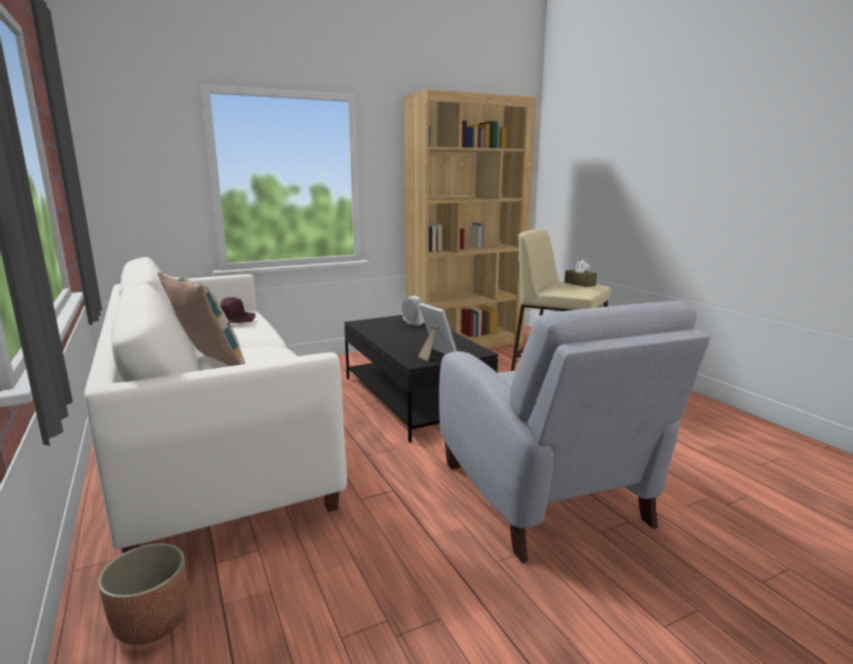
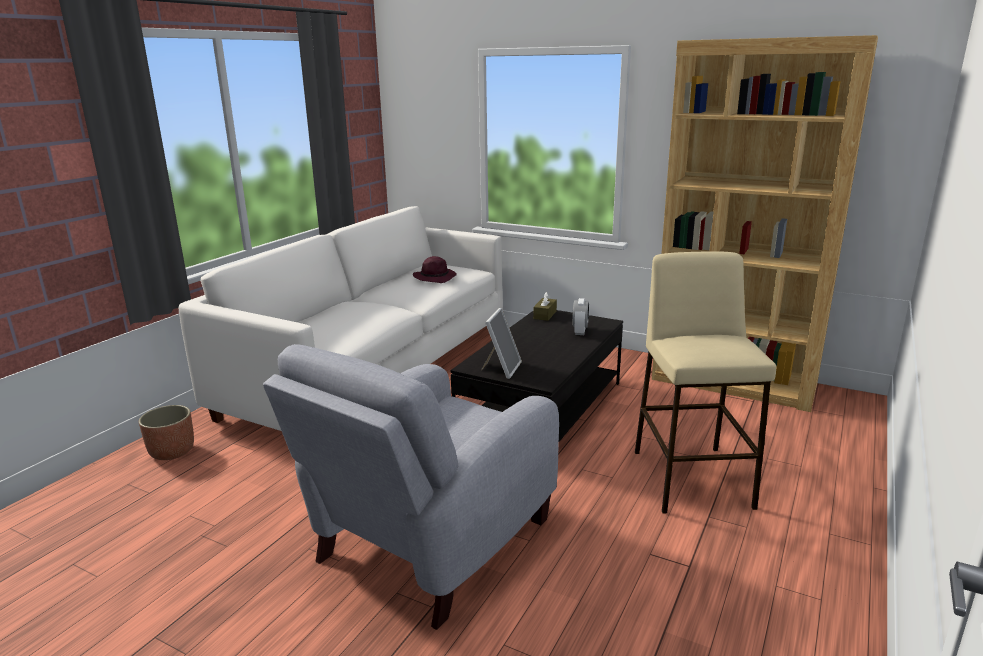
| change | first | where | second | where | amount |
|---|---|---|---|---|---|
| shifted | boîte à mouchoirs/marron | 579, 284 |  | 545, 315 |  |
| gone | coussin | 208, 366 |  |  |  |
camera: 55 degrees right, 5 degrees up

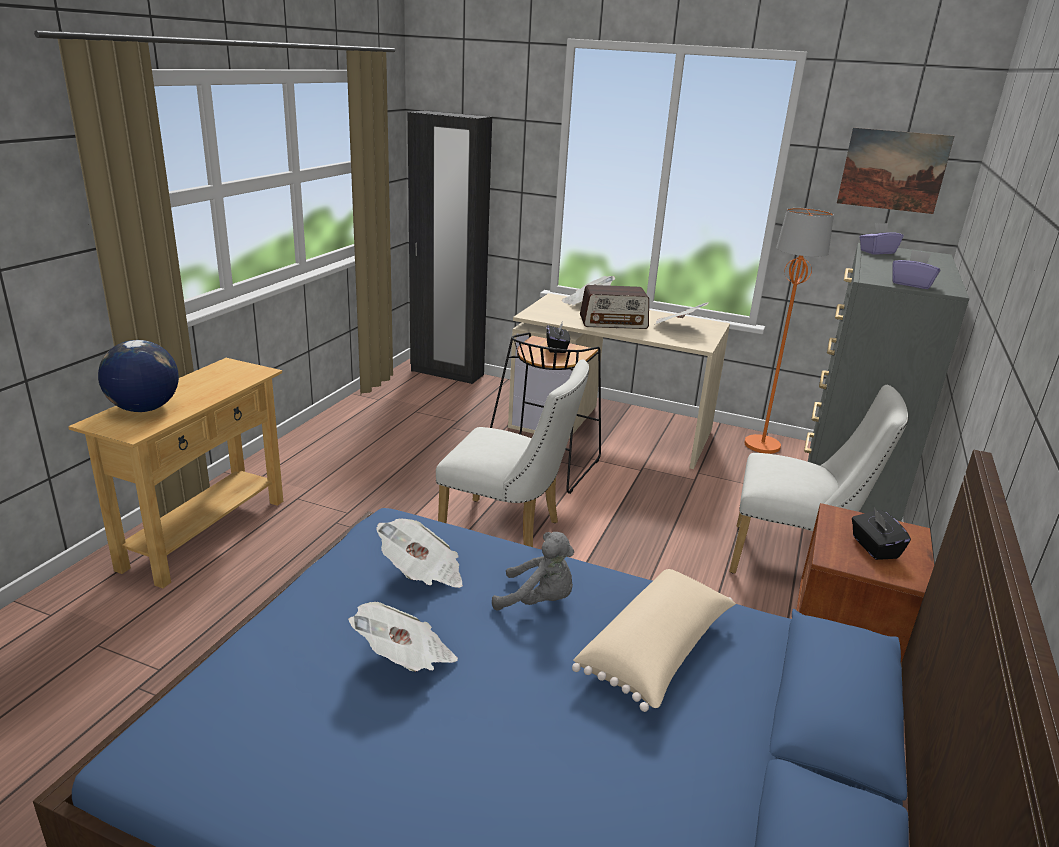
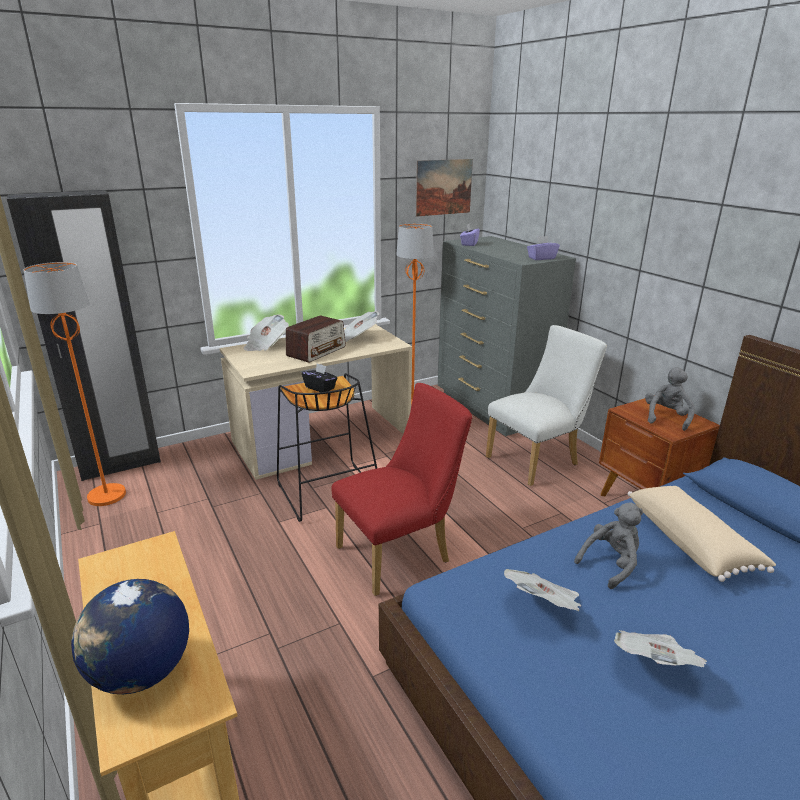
| change | first | where | second | where | amount |
|---|---|---|---|---|---|
| new |  |  | lampadaire/orange | 107, 496 |  |
| repainted | chaise/blanc | 509, 533 | chaise/rouge | 400, 552 |  |
| swapped | boîte à mouchoirs/noir | 874, 547 | peluche/gris | 666, 418 |  |
camera: 50 degrees left, 0 degrees up

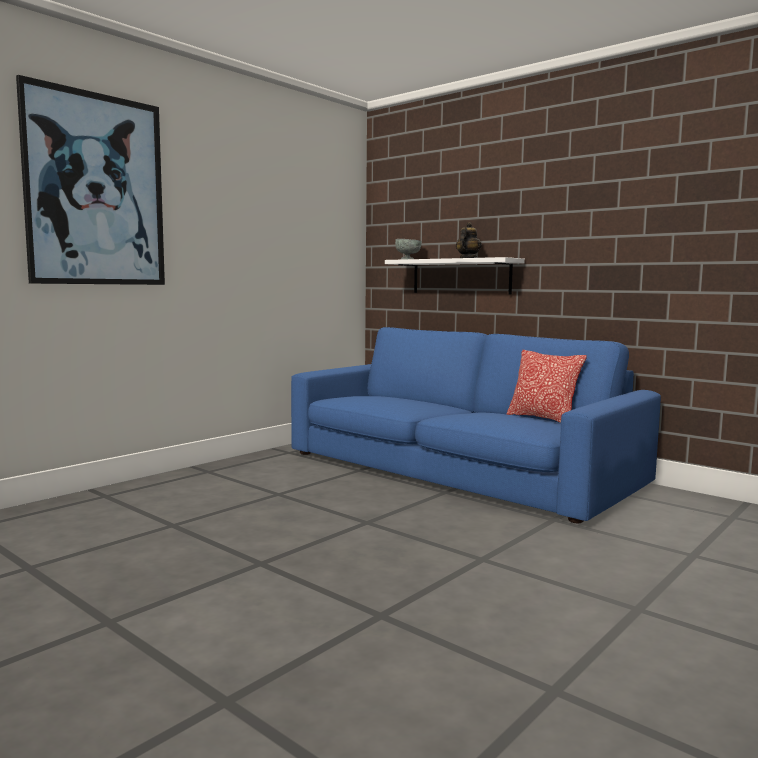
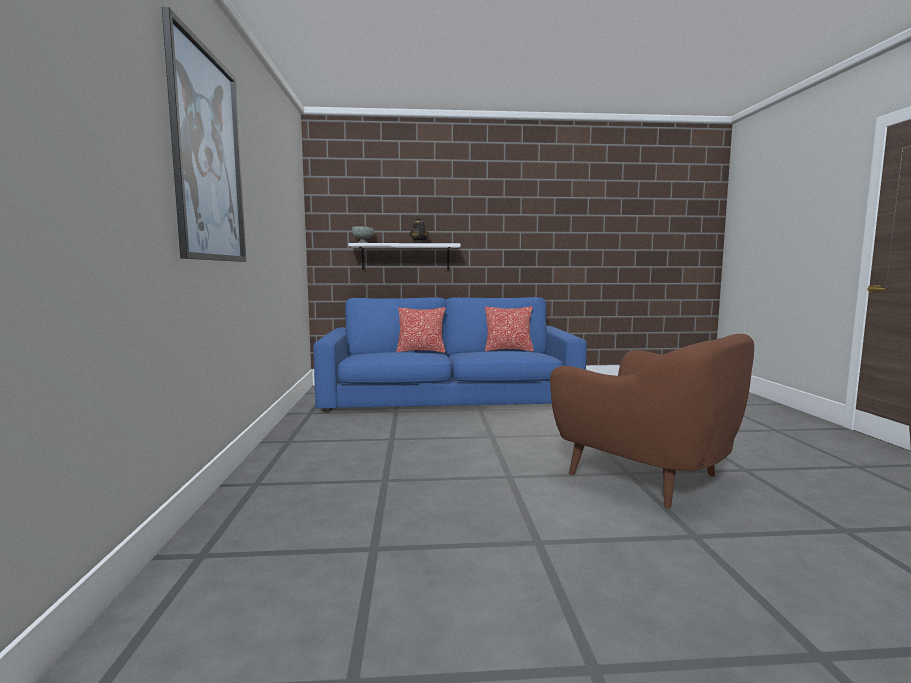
| change | first | where | second | where | amount |
|---|---|---|---|---|---|
| new |  |  | coussin | 421, 351 |  |
| new |  |  | fauteuil/marron | 646, 476 |  |
camera: 45 degrees left, 0 degrees up

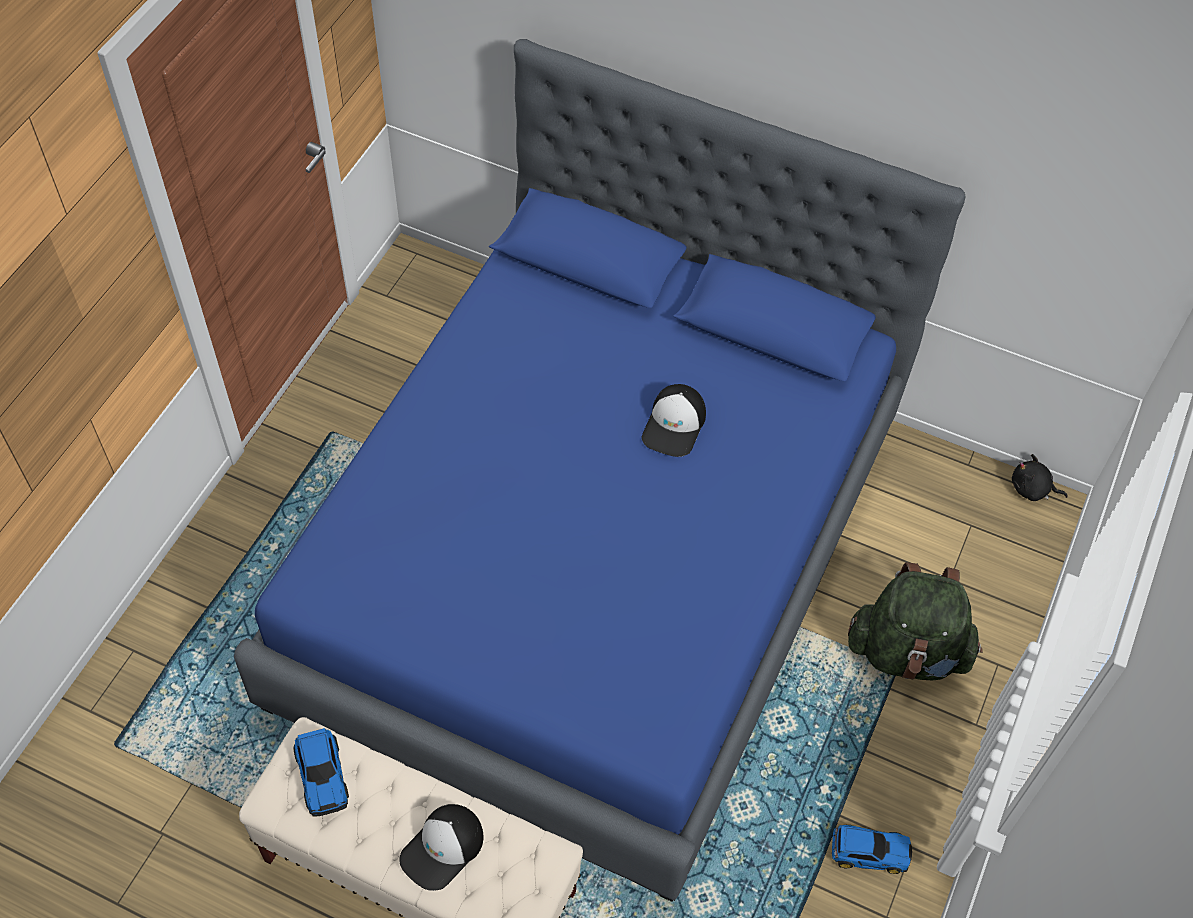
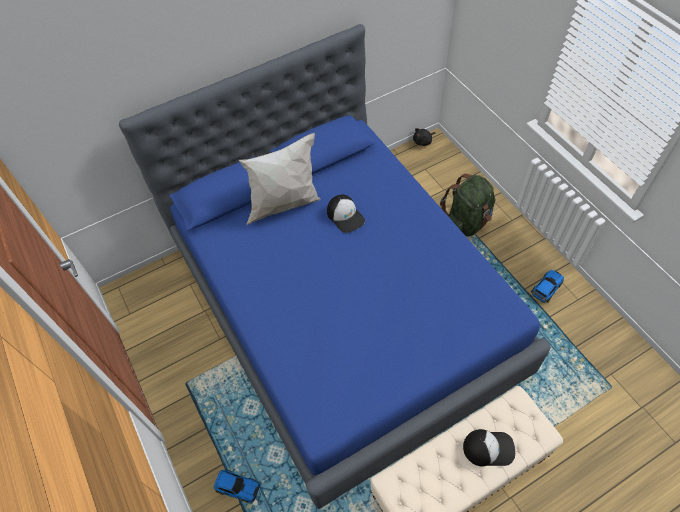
| change | first | where | second | where | amount |
|---|---|---|---|---|---|
| shifted | petite voiture | 322, 774 |  | 236, 486 |  |
| new |  |  | coussin/blanc | 285, 204 |  |
| rotated | casquette | 443, 849 |  | 488, 448 | 75 degrees counterclockwise |
camera: 50 degrees left, 0 degrees up

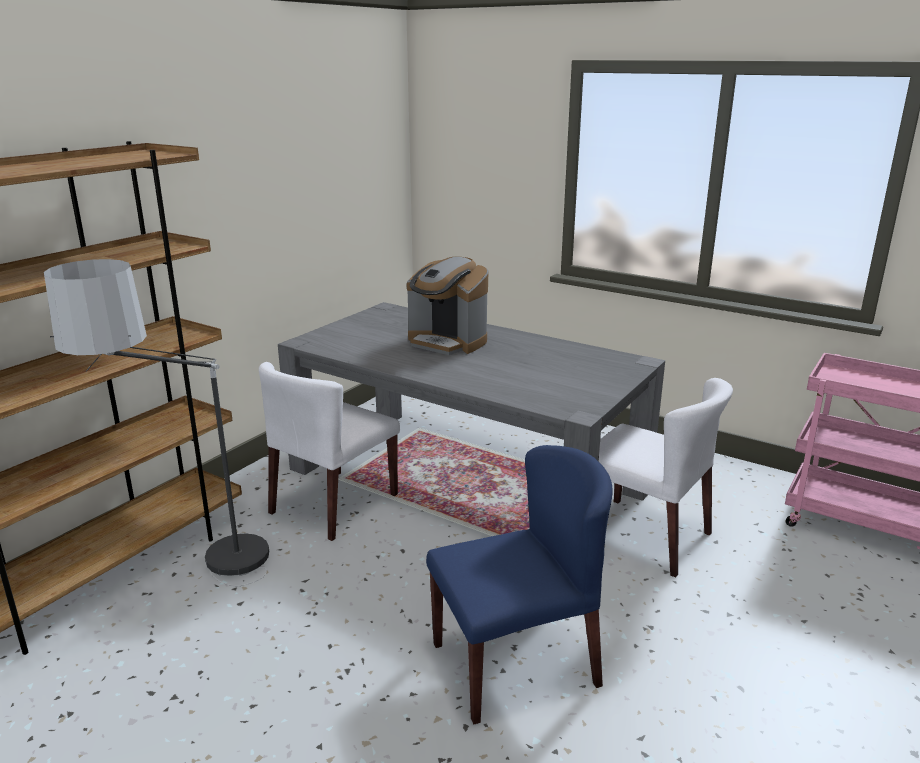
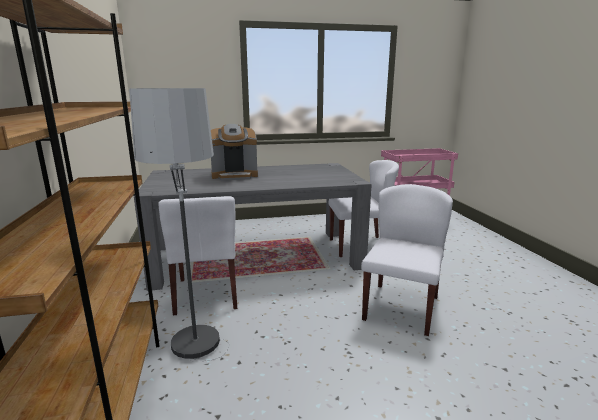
| change | first | where | second | where | amount |
|---|---|---|---|---|---|
| repainted | chaise/bleu | 516, 663 | chaise/blanc | 401, 307 |  |
camera: 45 degrees left, 5 degrees down

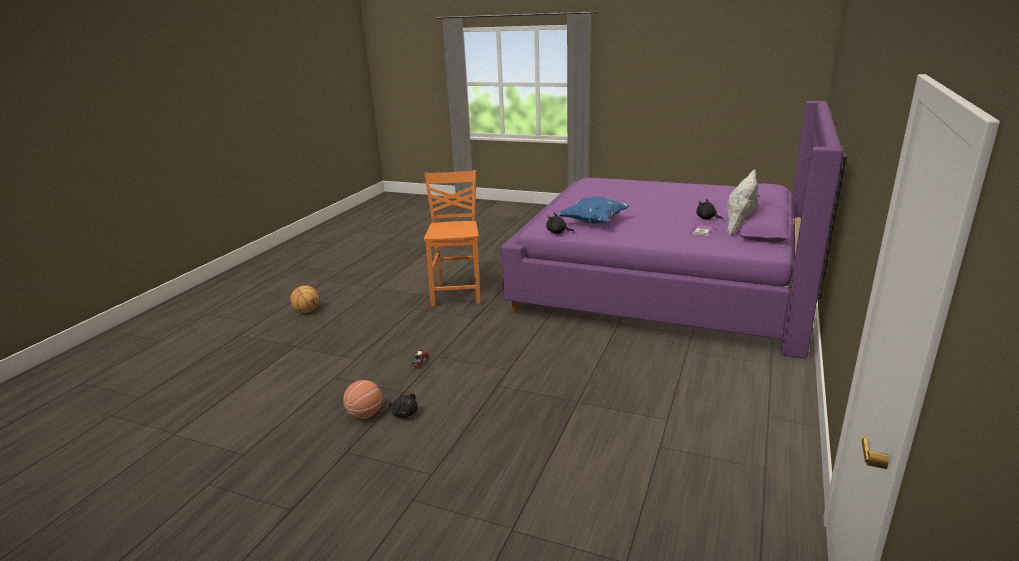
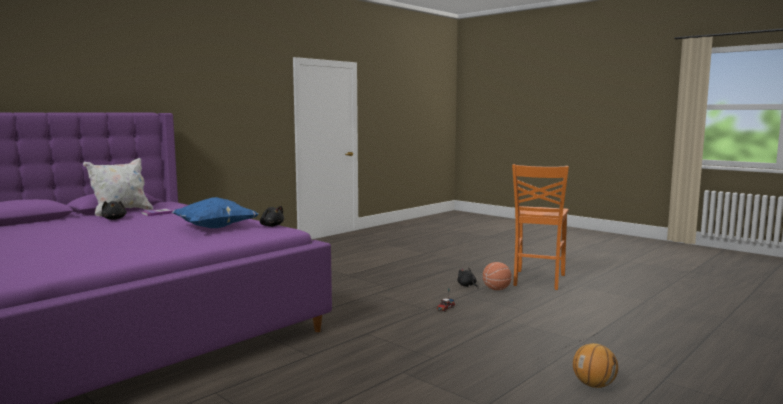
| change | first | where | second | where | amount |
|---|---|---|---|---|---|
| shifted | chaise/orange | 458, 293 |  | 537, 280 |  |
camera: 160 degrees left, 15 degrees down

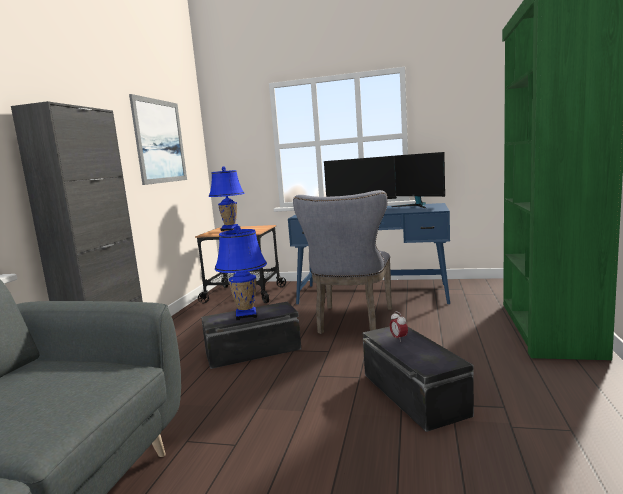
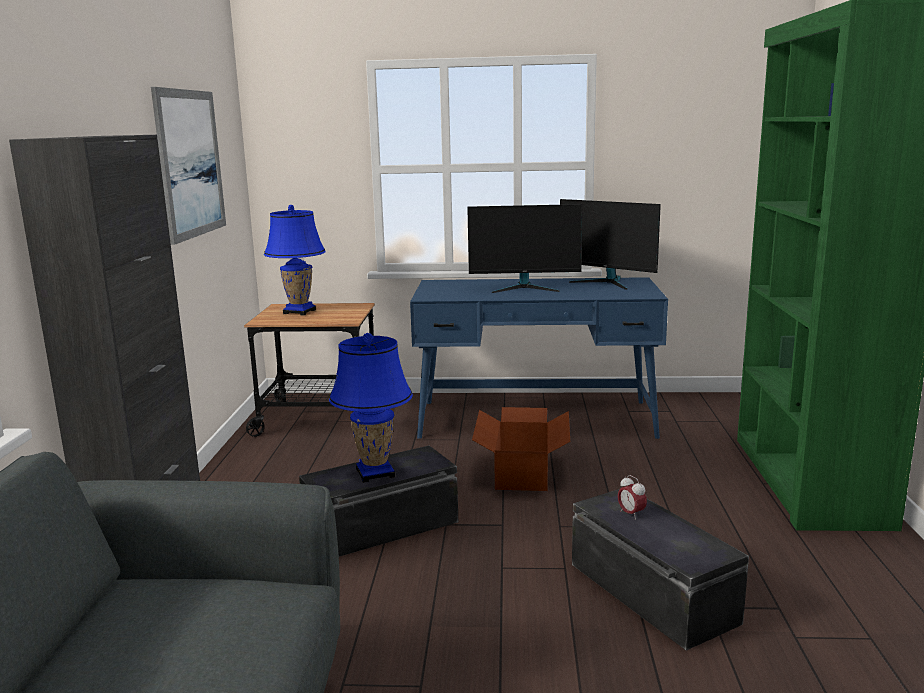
| change | first | where | second | where | amount |
|---|---|---|---|---|---|
| swapped | chaise/gris | 352, 322 | carton | 521, 472 |  |
camera: 10 degrees left, 5 degrees up

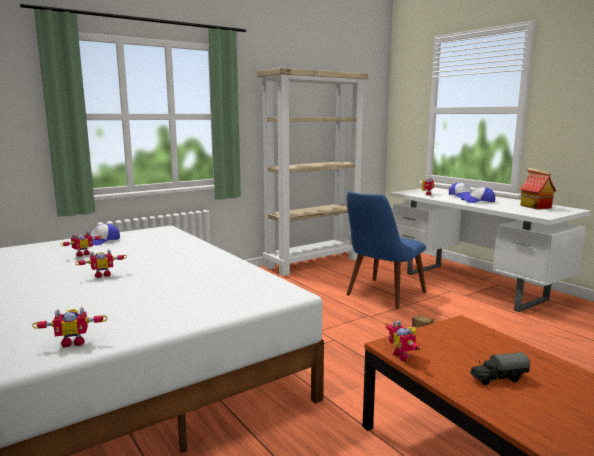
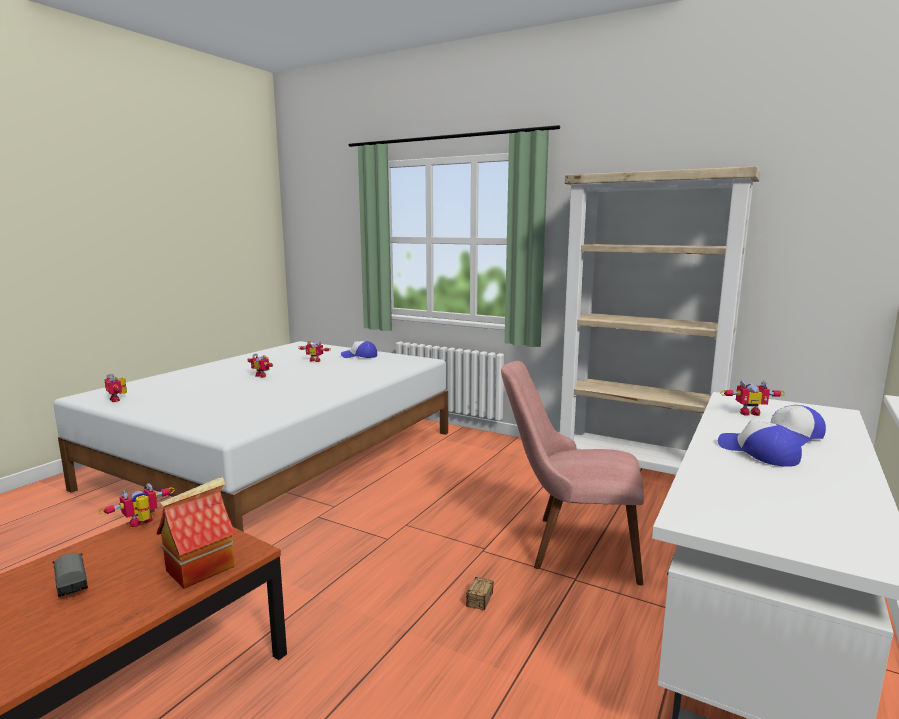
| change | first | where | second | where | amount |
|---|---|---|---|---|---|
| shifted | maison miniature | 535, 206 |  | 201, 567 |  |
| repainted | chaise/bleu | 380, 296 | chaise/rose | 569, 546 |  |
camera: 65 degrees right, 0 degrees up

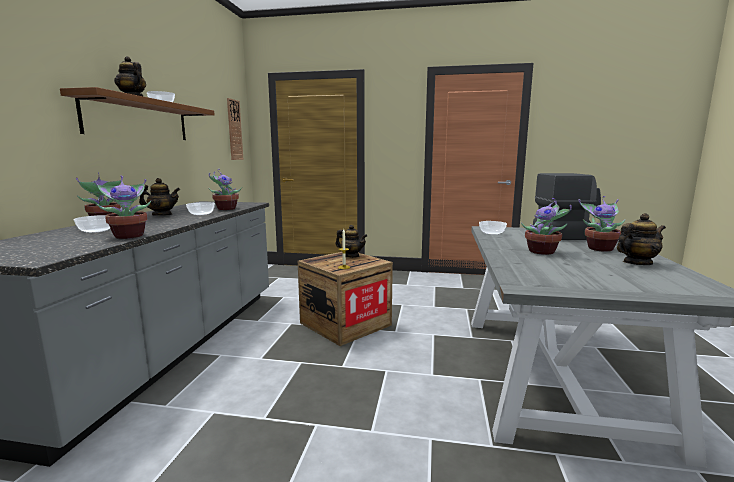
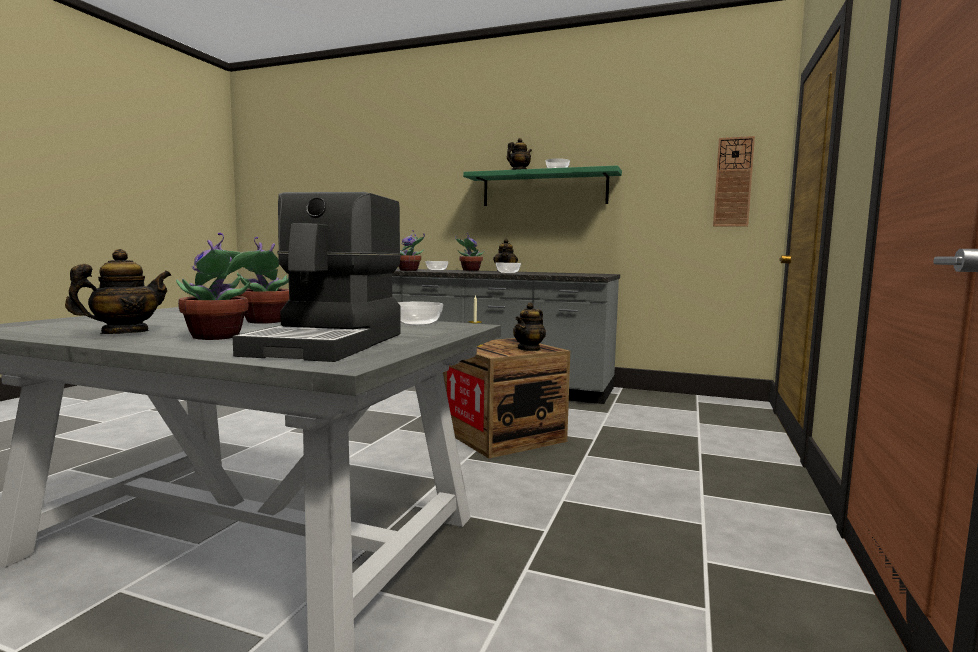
| change | first | where | second | where | amount |
|---|---|---|---|---|---|
| rotated | théière | 637, 263 |  | 124, 333 | 135 degrees counterclockwise |
| repainted | étagère/marron | 139, 119 | étagère/vert | 544, 189 |  |
| gone | plante en pot | 225, 209 |  |  |  |
camera: 100 degrees right, 5 degrees down

